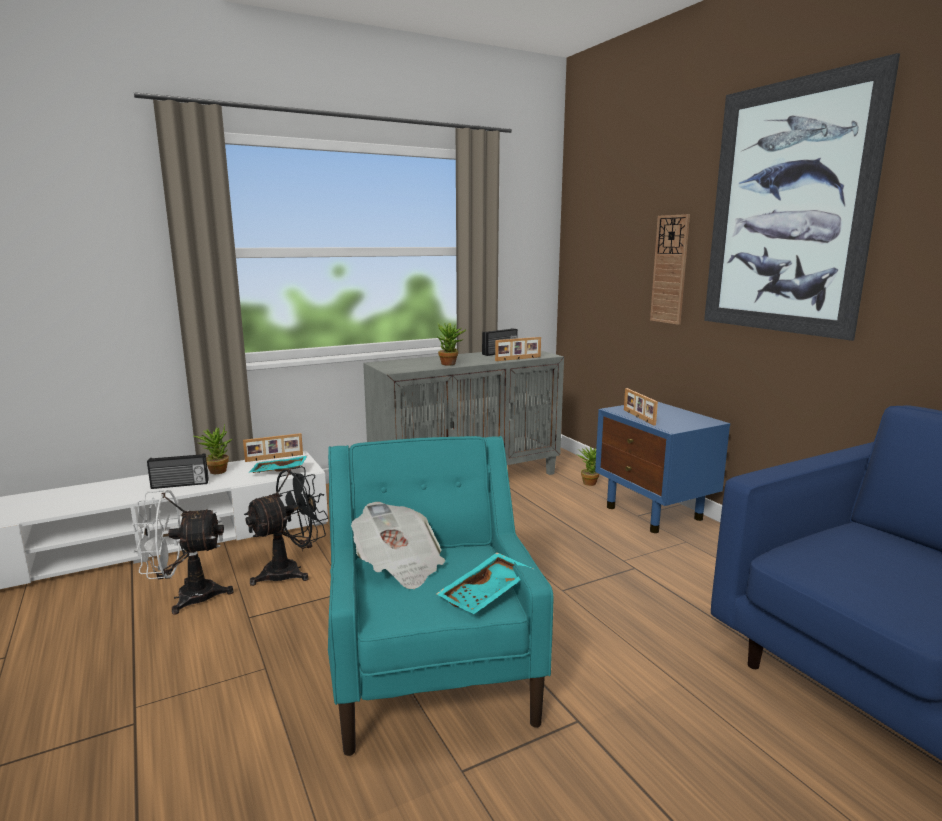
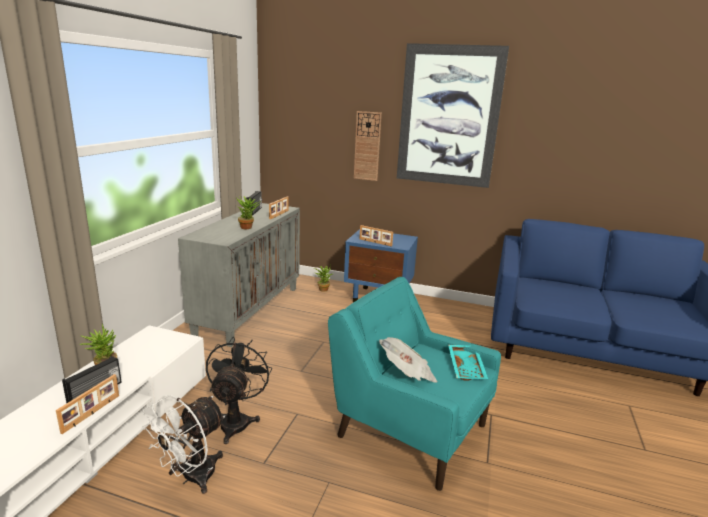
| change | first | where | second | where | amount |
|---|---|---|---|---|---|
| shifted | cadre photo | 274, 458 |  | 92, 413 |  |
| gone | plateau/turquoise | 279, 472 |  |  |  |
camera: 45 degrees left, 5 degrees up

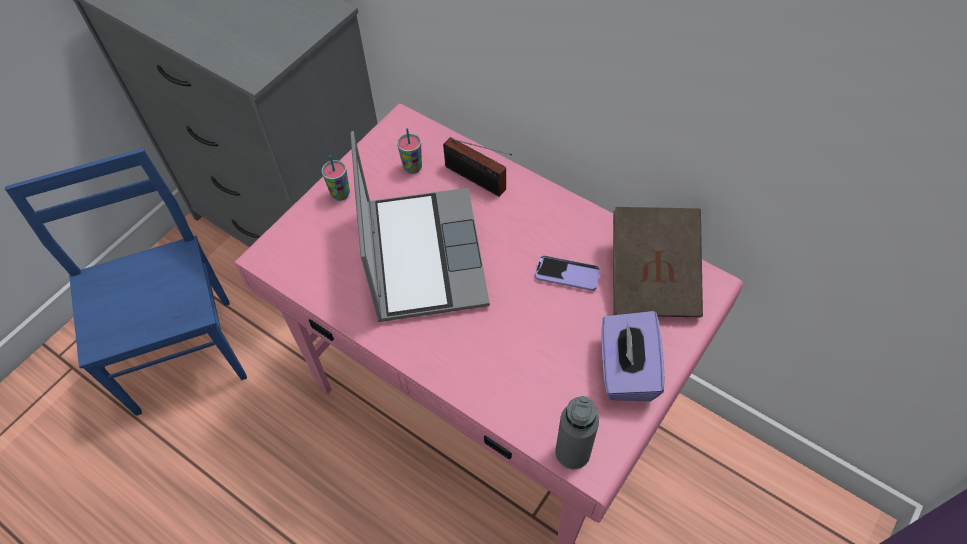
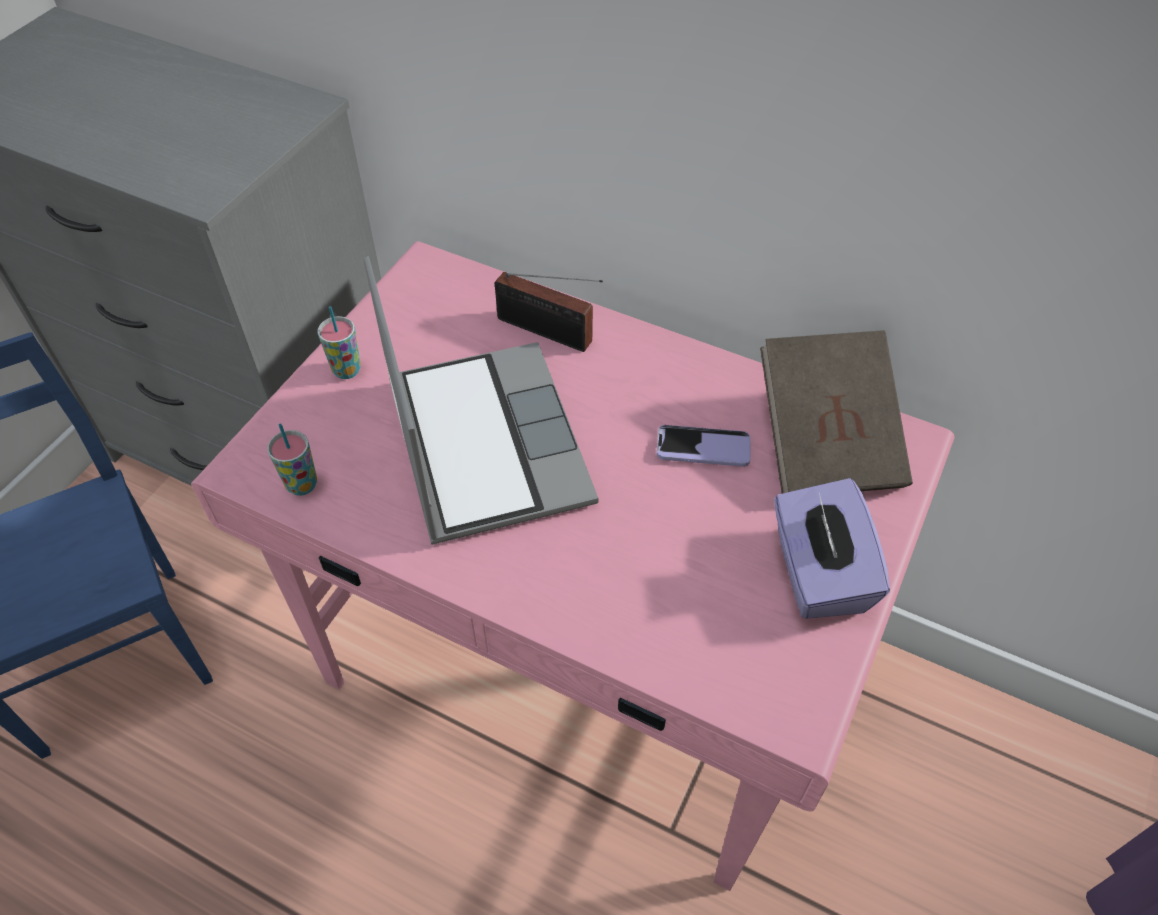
| change | first | where | second | where | amount |
|---|---|---|---|---|---|
| shifted | tasse | 412, 167 |  | 302, 485 |  |
| gone | bouteille/gris | 572, 452 |  |  |  |
camera: 10 degrees left, 5 degrees down

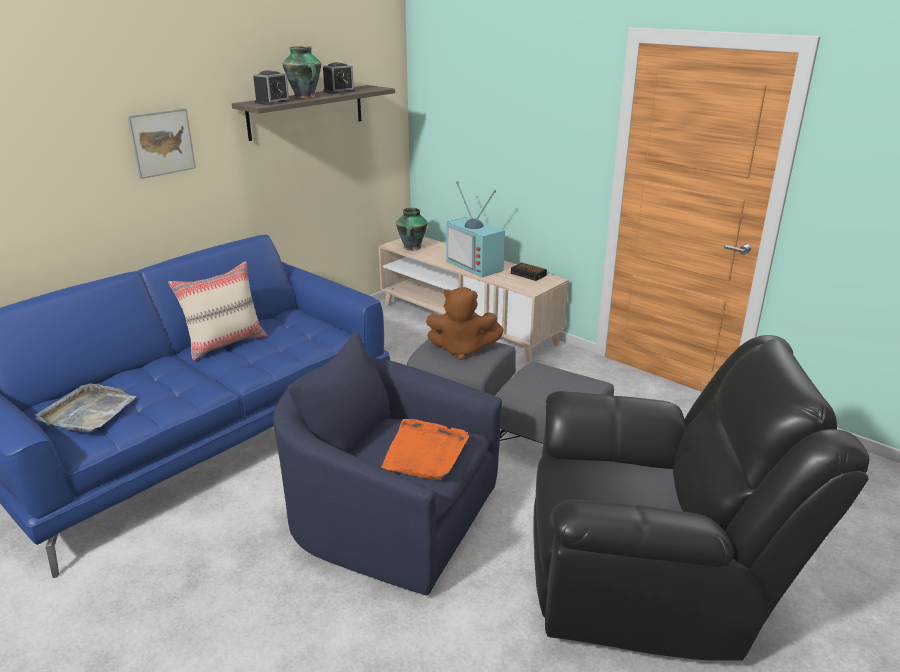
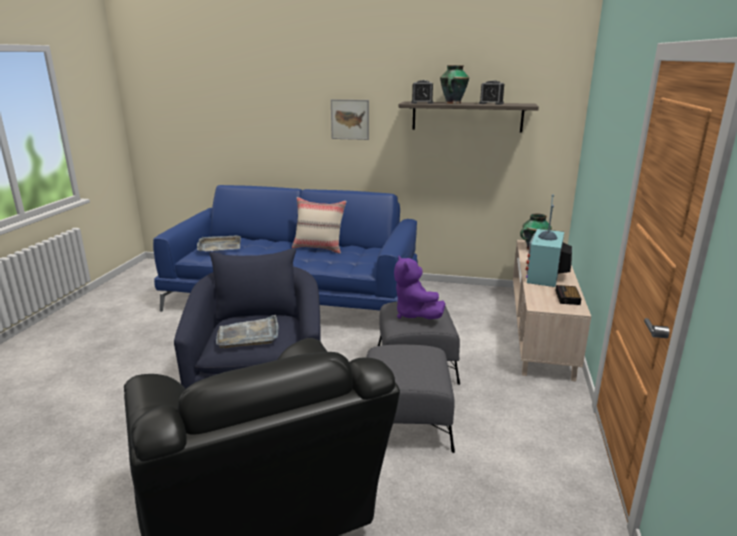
| change | first | where | second | where | amount |
|---|---|---|---|---|---|
| repainted | plateau/orange | 425, 452 | plateau/gris | 248, 335 |  |
| repainted | peluche/marron | 462, 349 | peluche/violet | 414, 314 |  |
camera: 60 degrees right, 5 degrees down

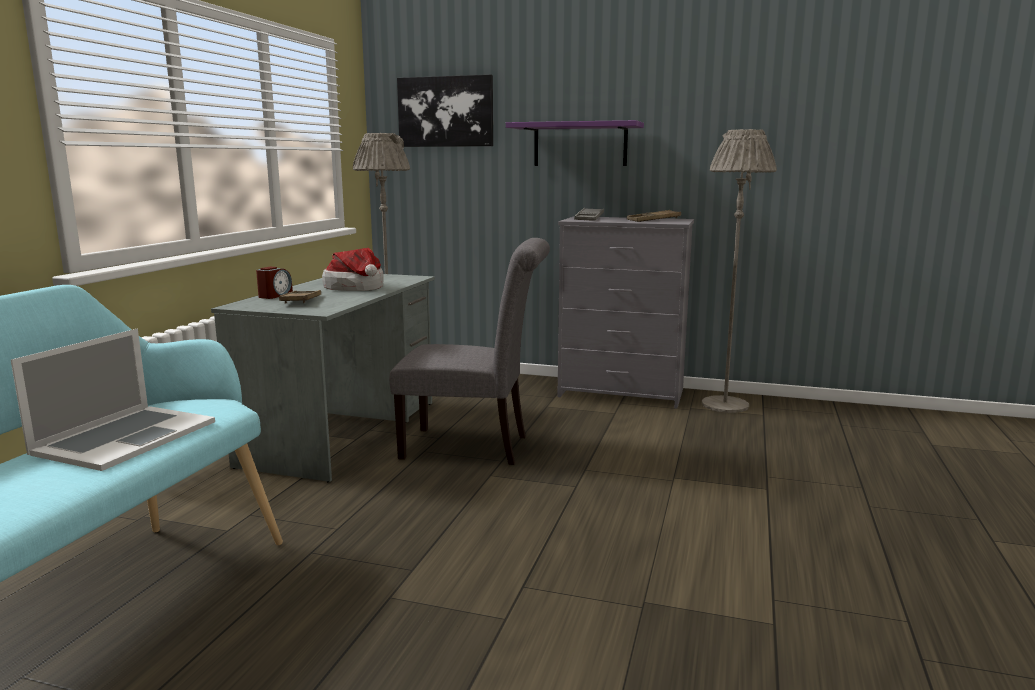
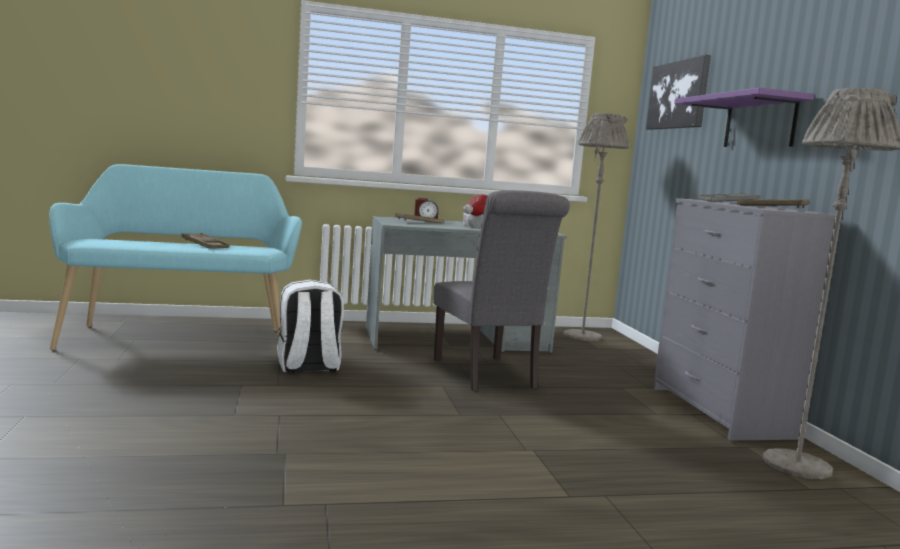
| change | first | where | second | where | amount |
|---|---|---|---|---|---|
| swapped | ordinateur portable | 125, 437 | plateau/marron | 205, 245 |  |
| new |  |  | sac à dos/blanc | 308, 367 |  |
camera: 60 degrees right, 5 degrees down

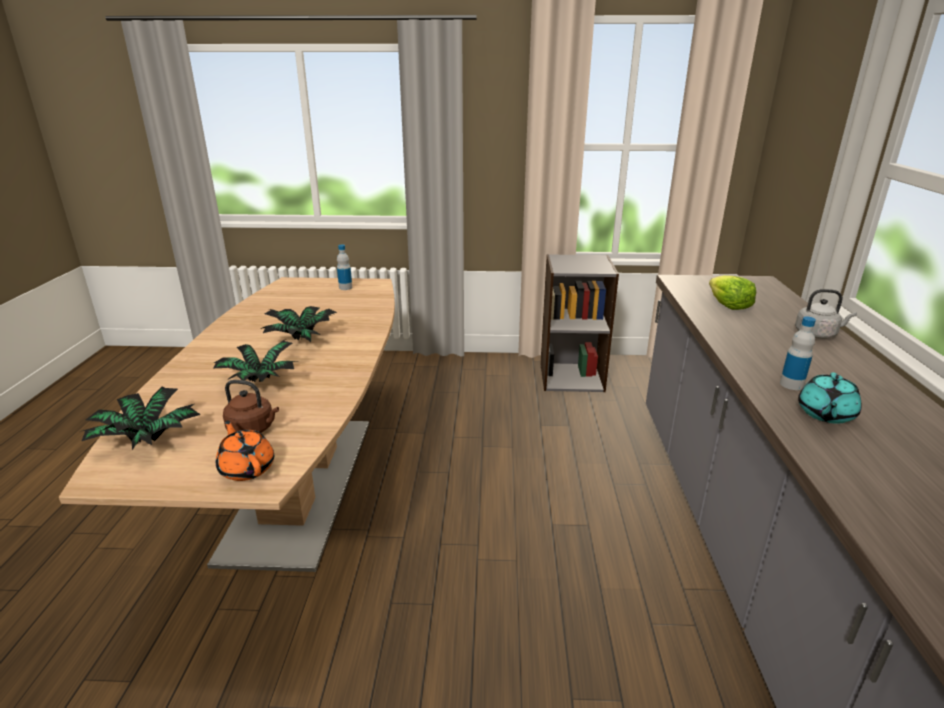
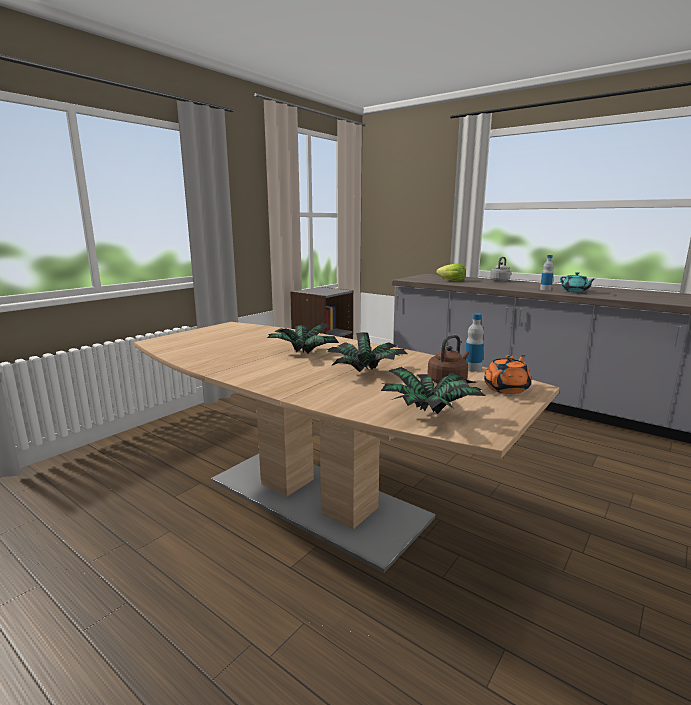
| change | first | where | second | where | amount |
|---|---|---|---|---|---|
| shifted | bouteille | 345, 287 |  | 472, 368 |  |
| rotated | théière/orange | 247, 468 |  | 507, 388 | 135 degrees clockwise |
camera: 55 degrees left, 10 degrees down

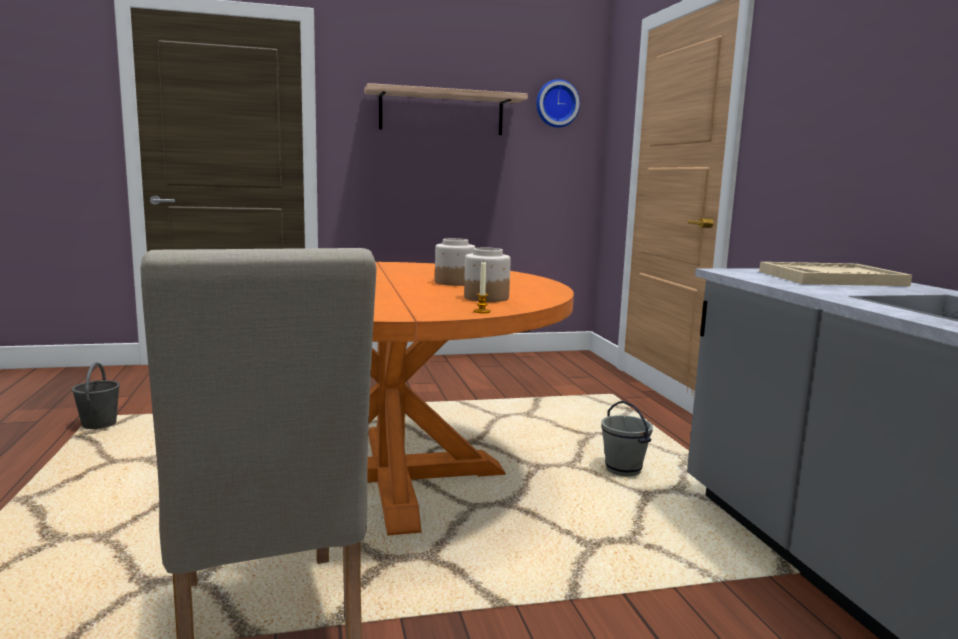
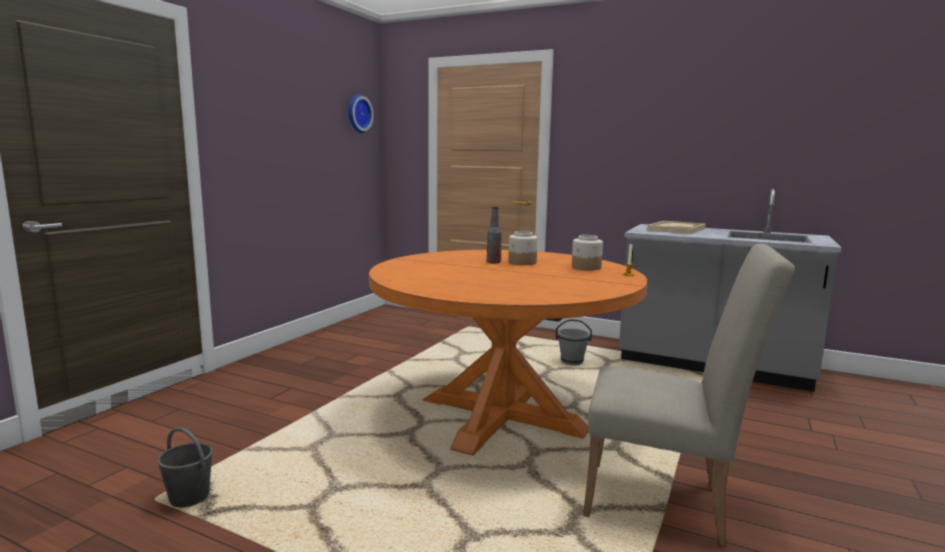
| change | first | where | second | where | amount |
|---|---|---|---|---|---|
| new |  |  | bouteille | 493, 262 |  |
| gone | étagère | 441, 112 |  |  |  |
camera: 50 degrees left, 0 degrees up

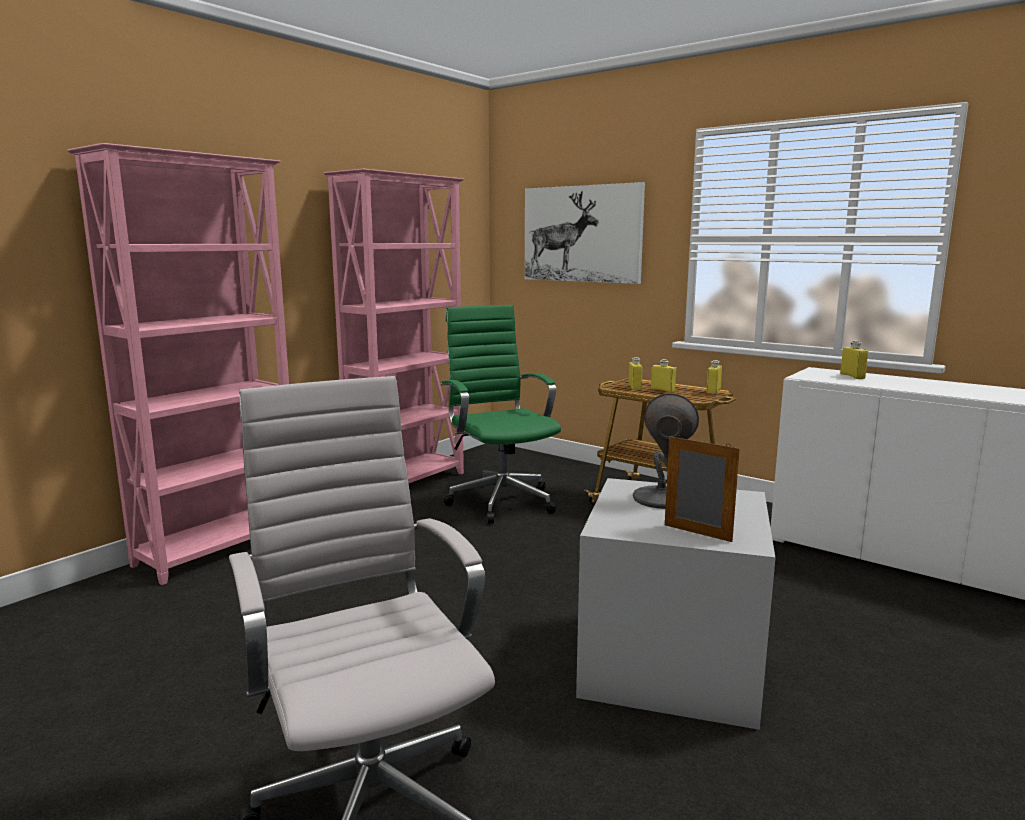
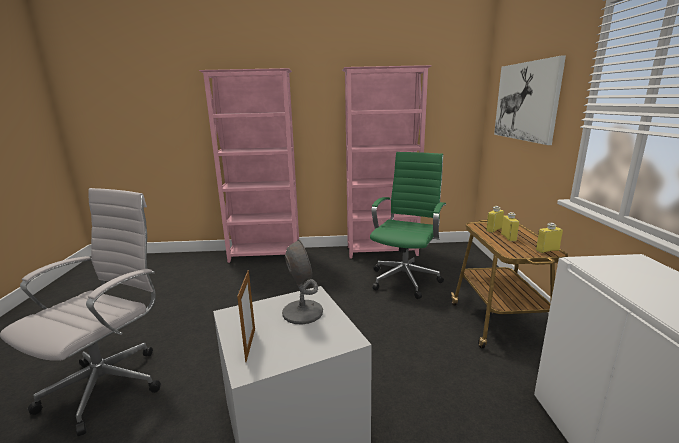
| change | first | where | second | where | amount |
|---|---|---|---|---|---|
| gone | bouteille/jaune | 852, 376 |  |  |  |
camera: 50 degrees right, 5 degrees up

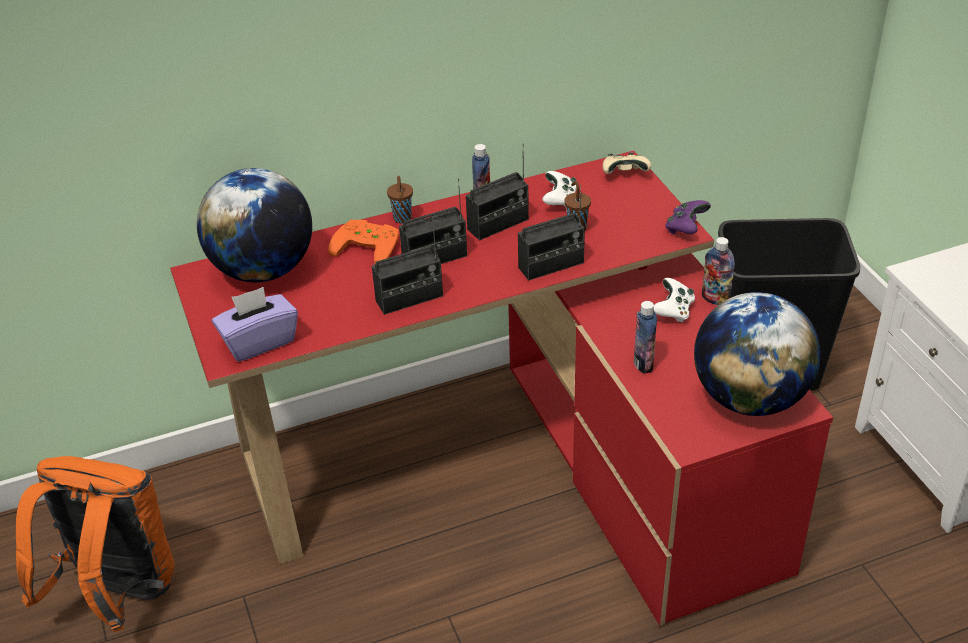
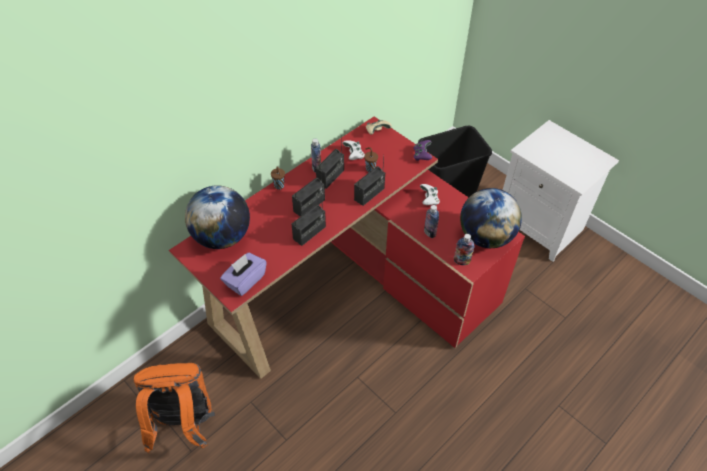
| change | first | where | second | where | amount |
|---|---|---|---|---|---|
| shifted | bouteille | 715, 299 |  | 461, 261 |  |
| gone | manette/orange | 369, 244 |  |  |  |
camera: 25 degrees left, 10 degrees up

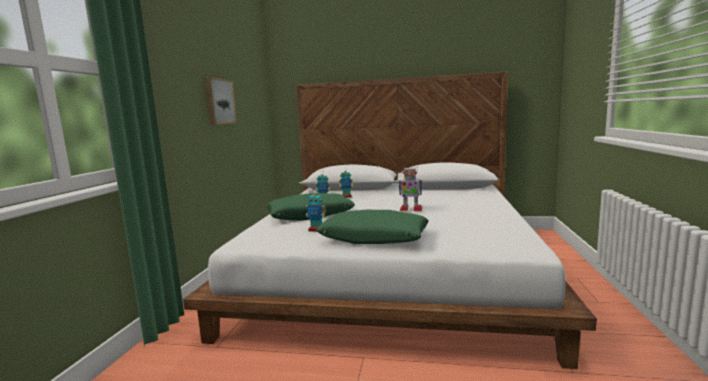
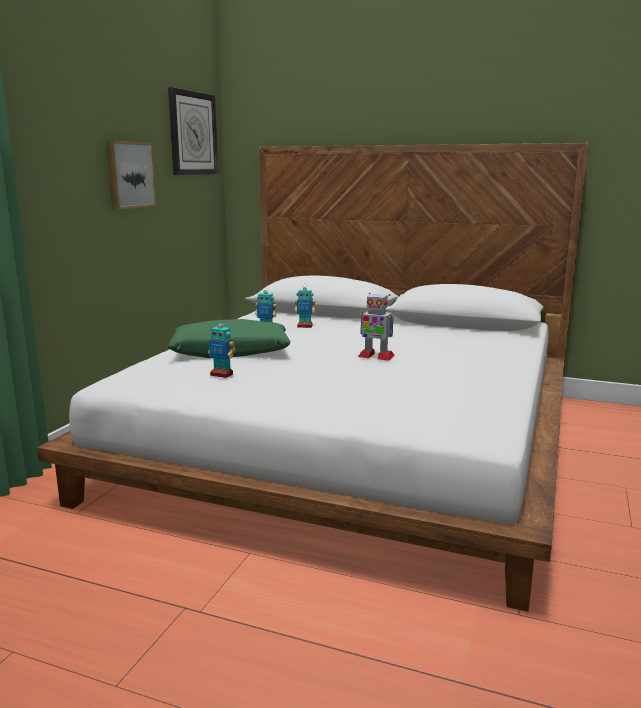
| change | first | where | second | where | amount |
|---|---|---|---|---|---|
| new |  |  | horloge murale | 192, 133 |  |
| gone | coussin/vert | 374, 238 |  |  |  |
camera: 10 degrees right, 5 degrees up

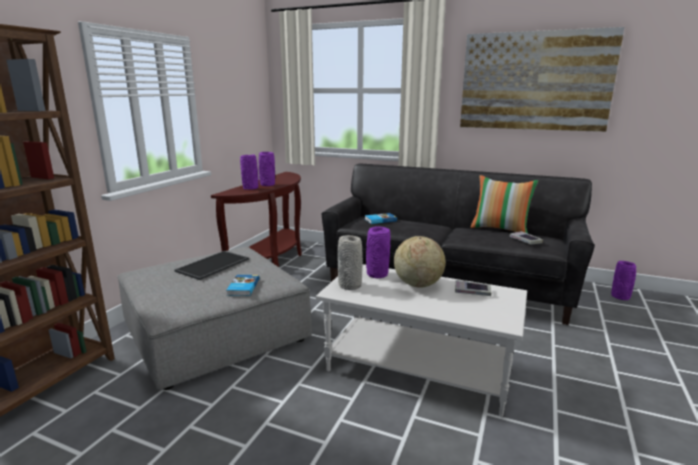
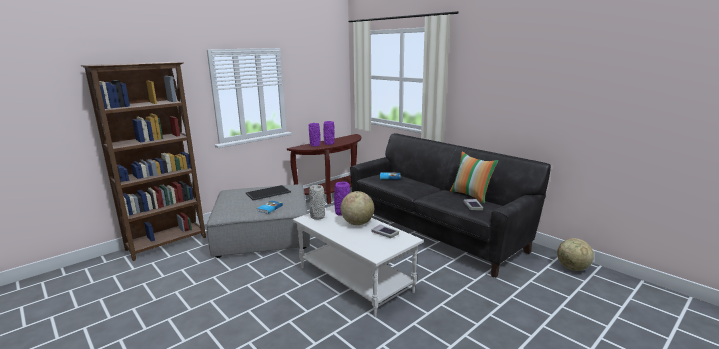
| change | first | where | second | where | amount |
|---|---|---|---|---|---|
| swapped | vase/violet | 621, 297 | globe | 572, 268 |  |
| gone | tableau | 534, 81 |  |  |  |
camera: 25 degrees right, 0 degrees up

